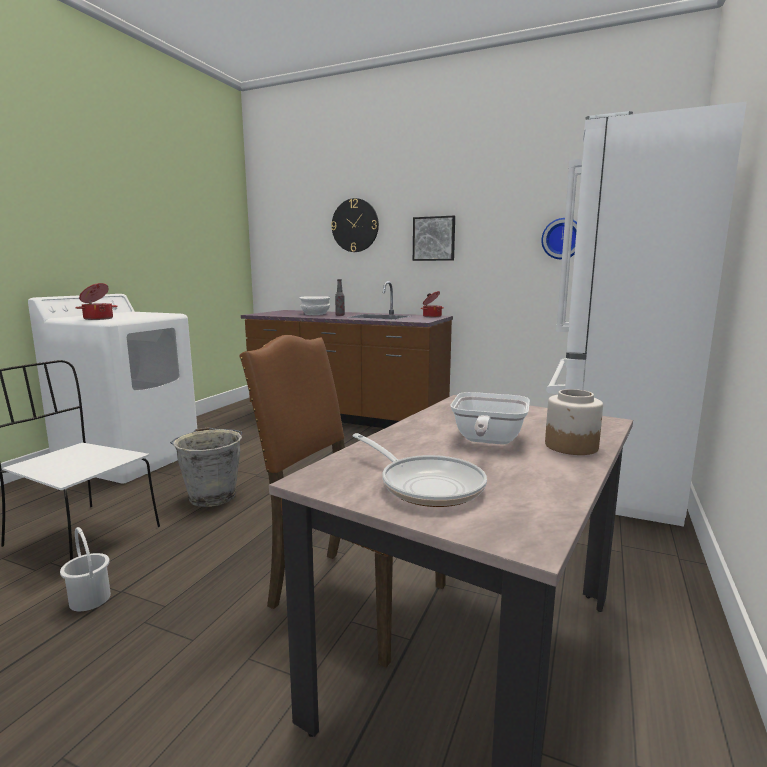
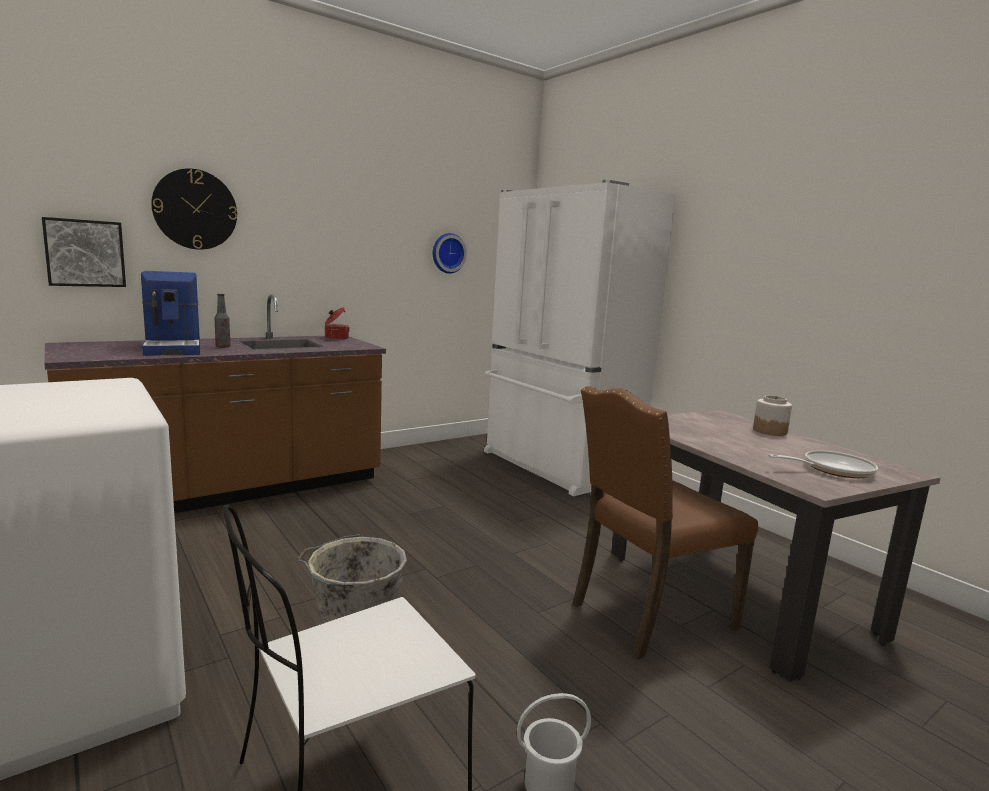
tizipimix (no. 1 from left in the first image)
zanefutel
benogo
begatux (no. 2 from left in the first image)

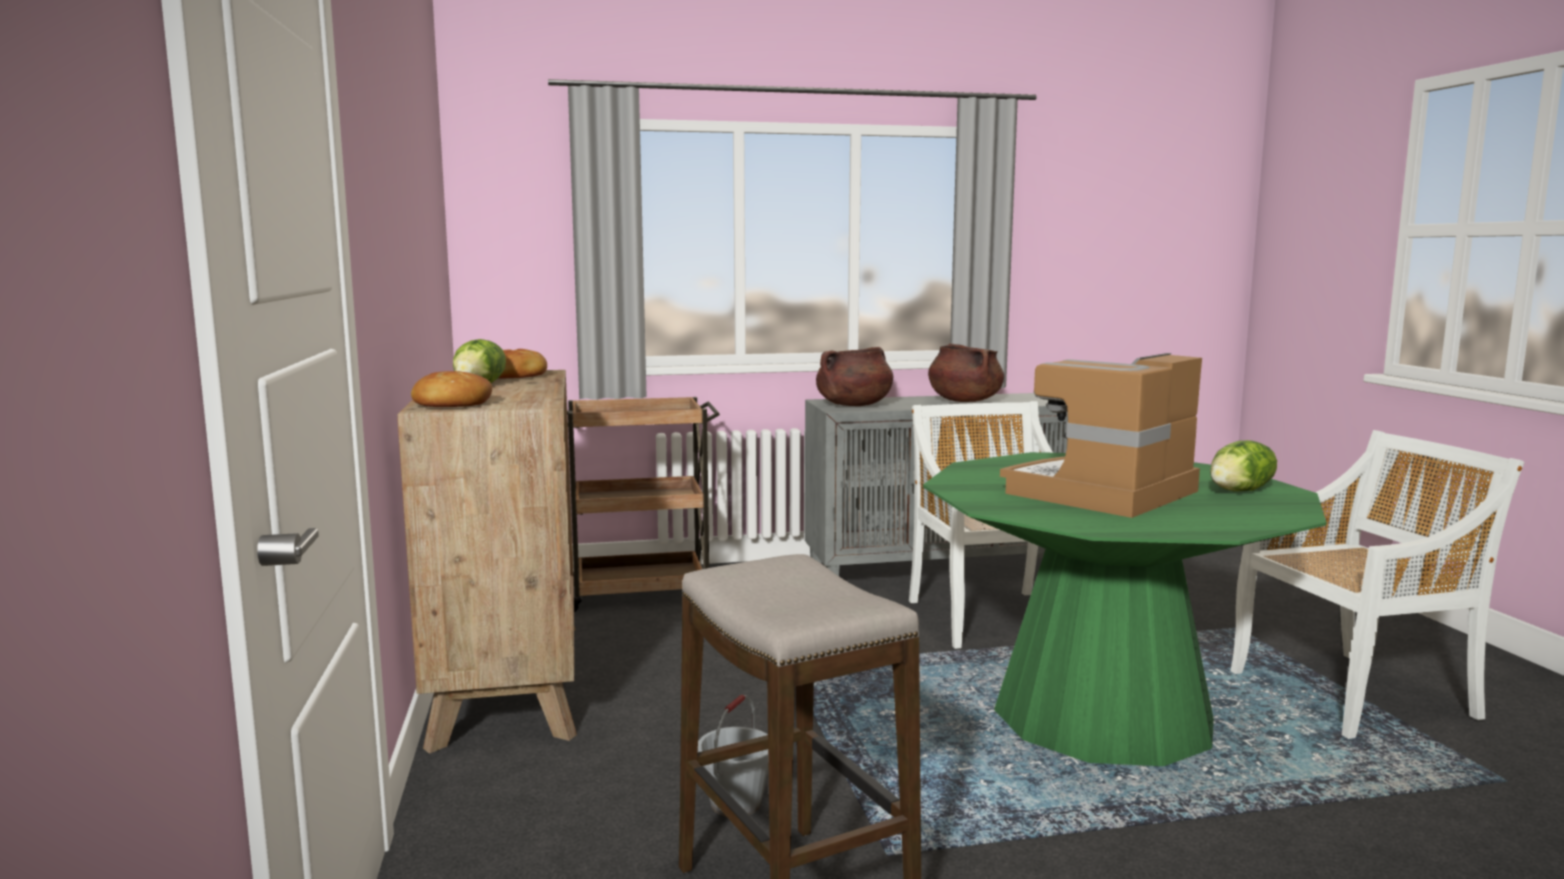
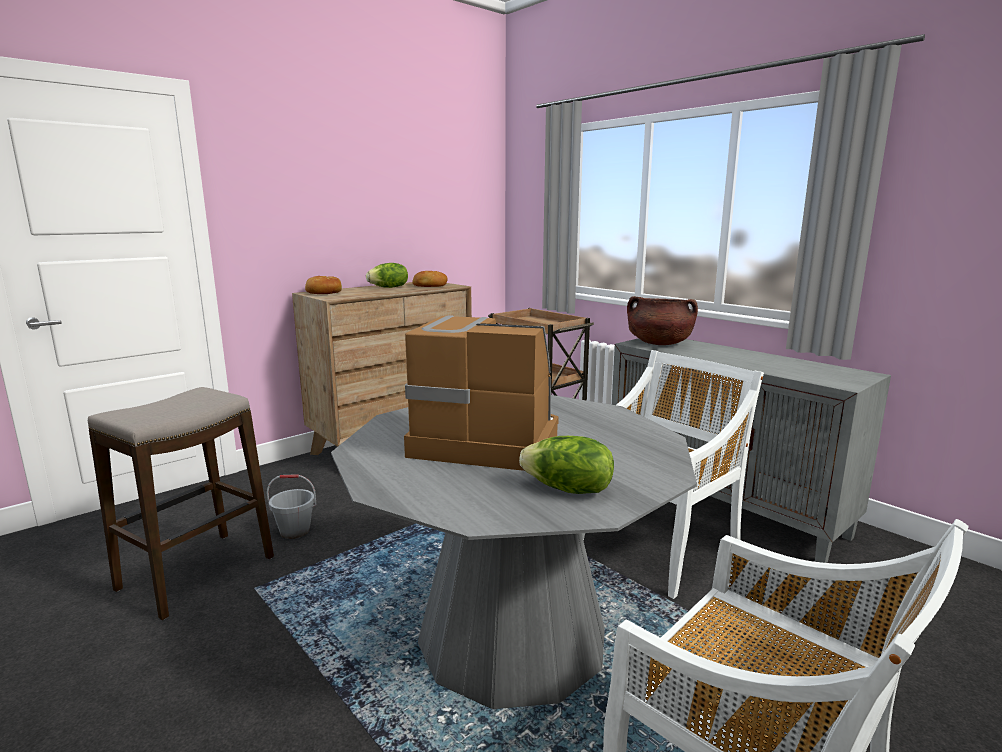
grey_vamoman
brown_tizipimix (no. 2 from left in the first image)

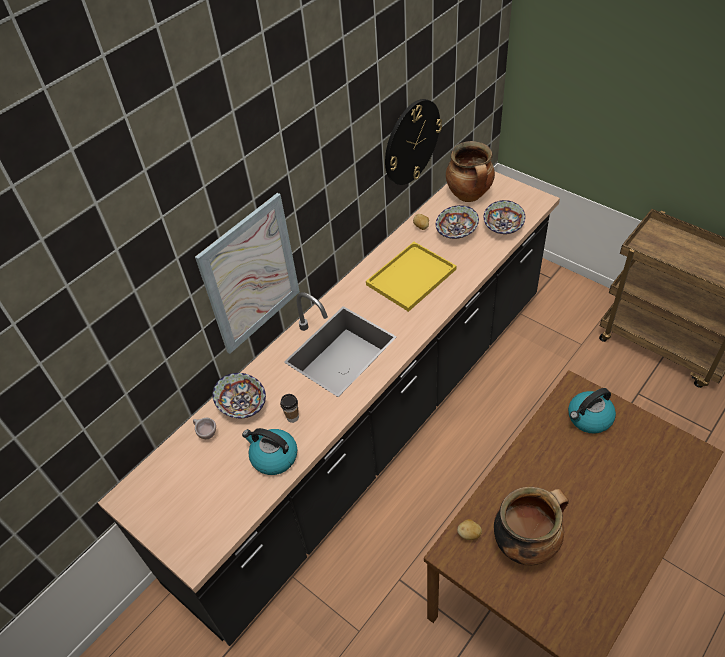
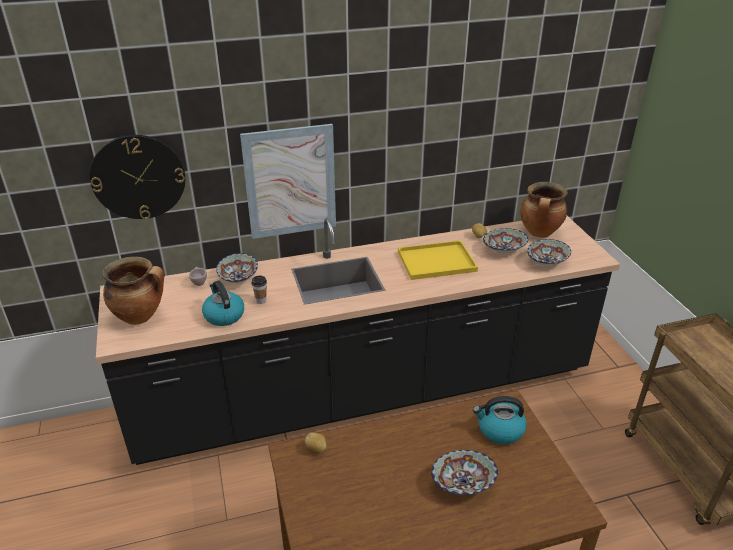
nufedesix
tizipimix (no. 1 from left)
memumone (no. 2 from left)

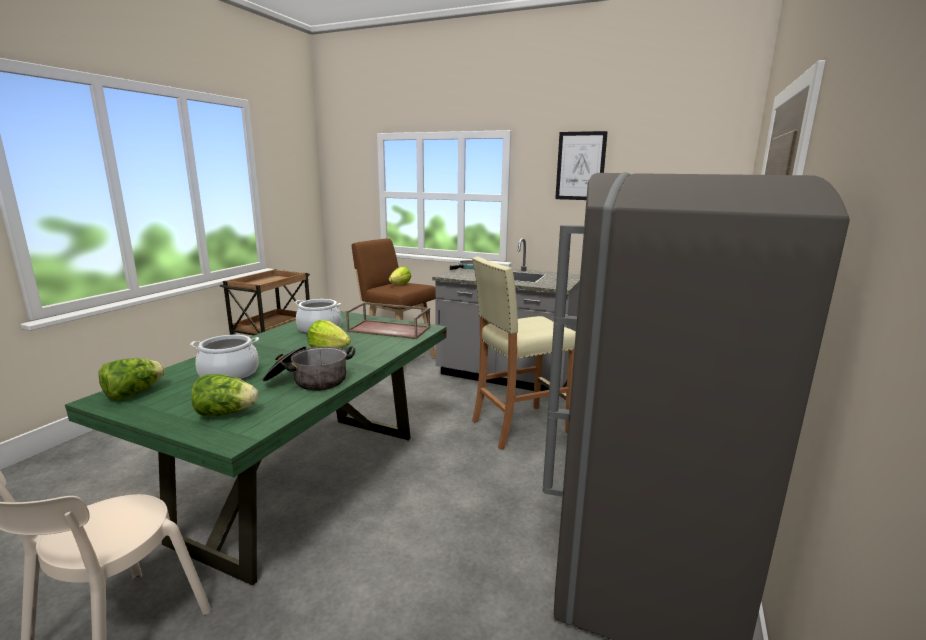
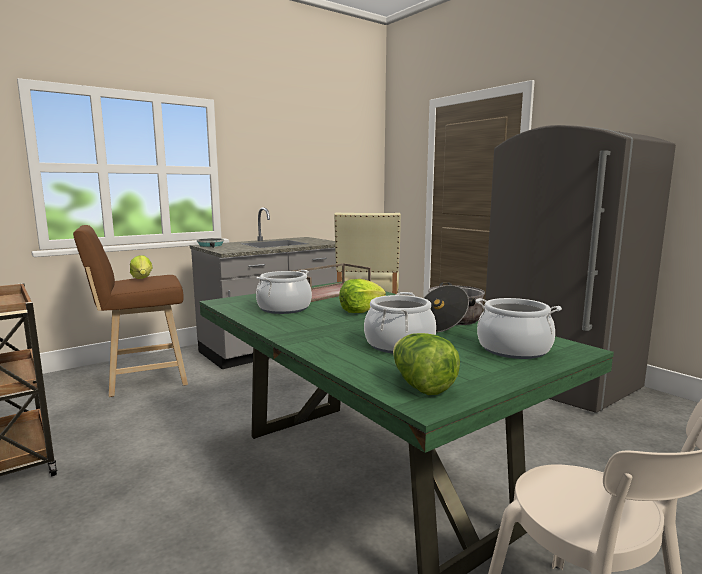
tizipimix (no. 4 from left)
benogo

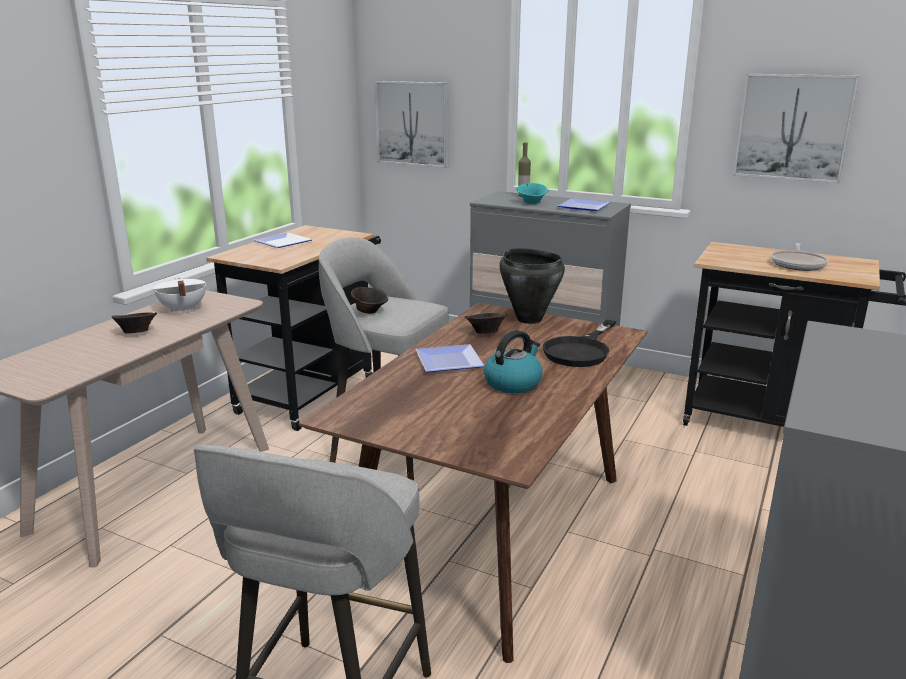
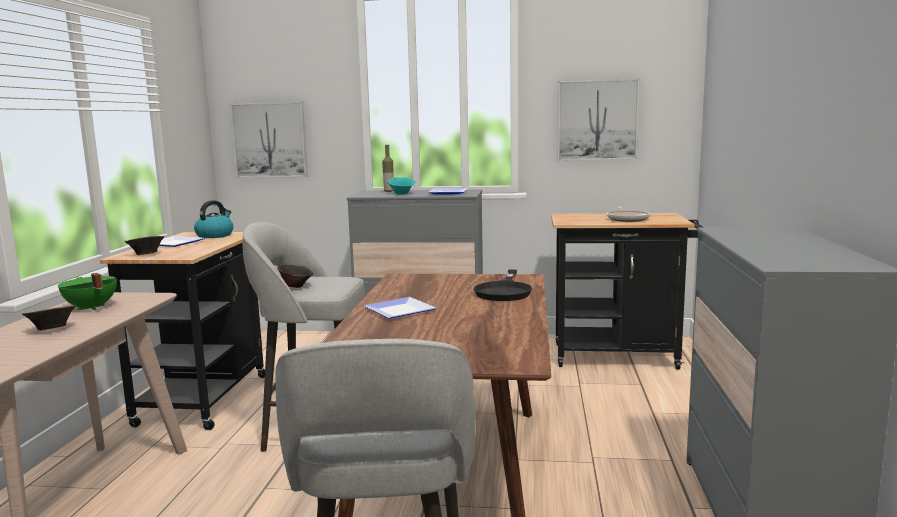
green_tizipimix
brown_memumone (no. 2 from left)
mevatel
black_tizipimix

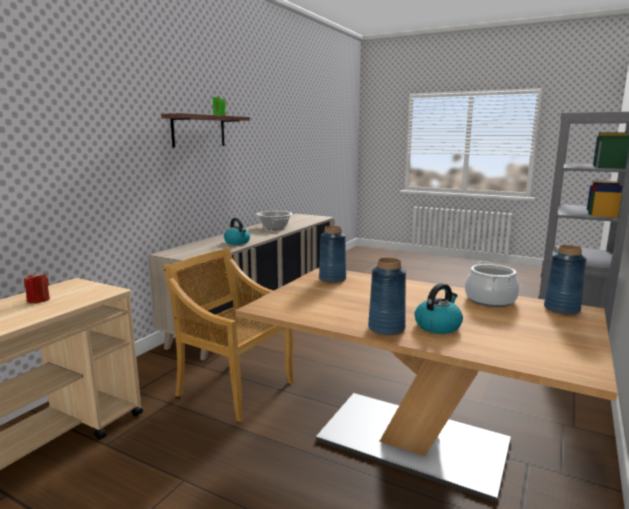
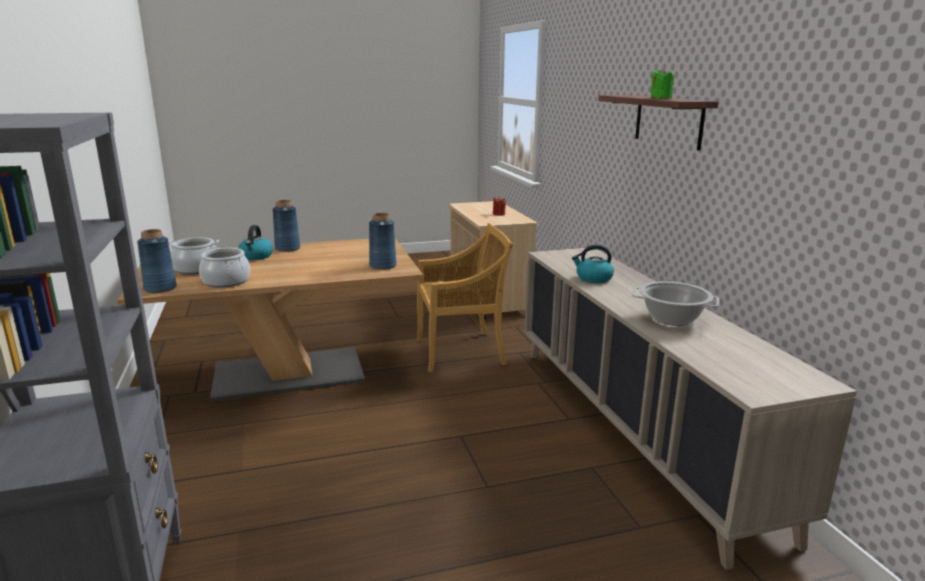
tizipimix (no. 1 from left)

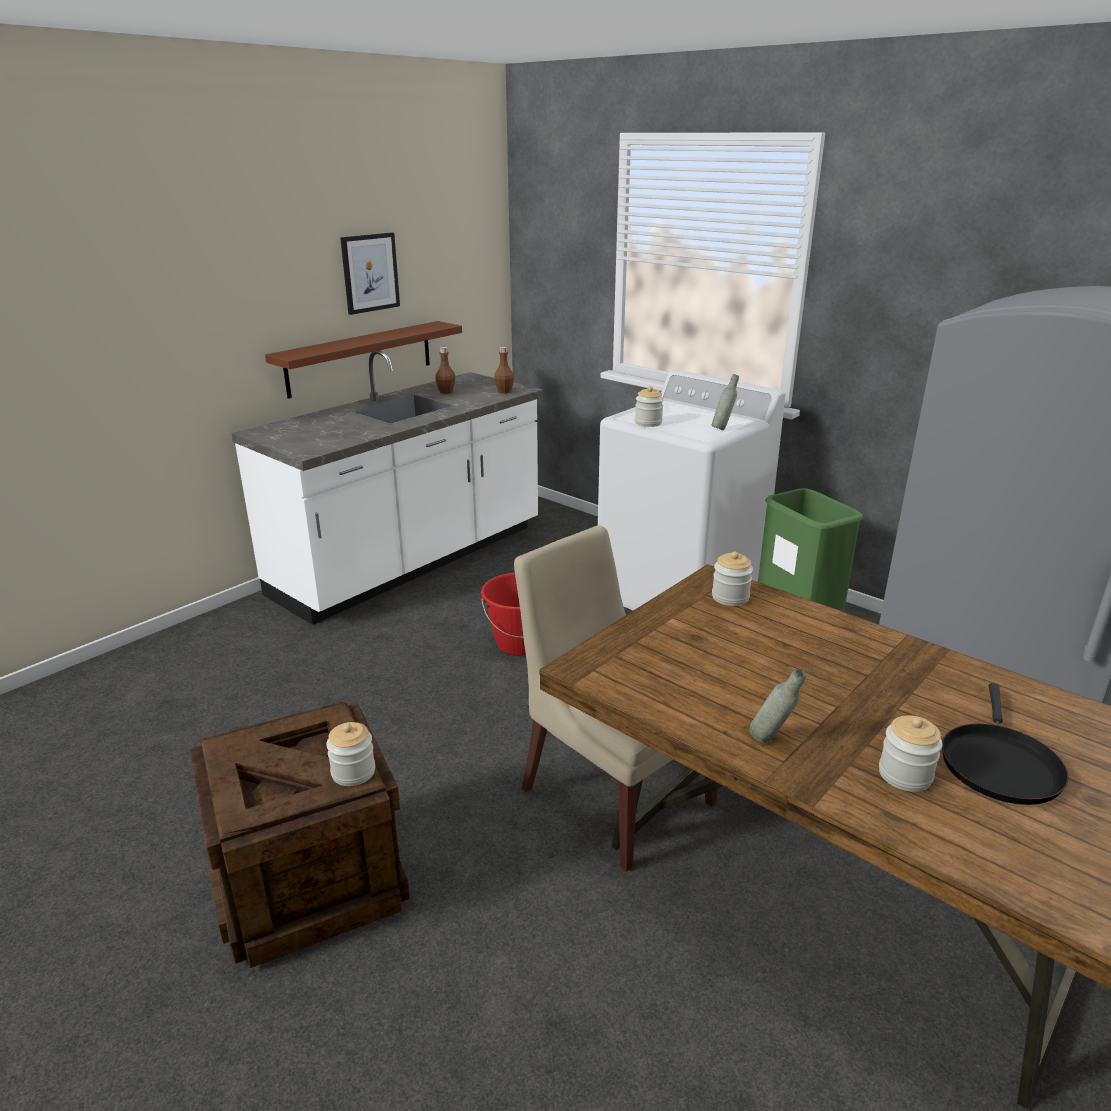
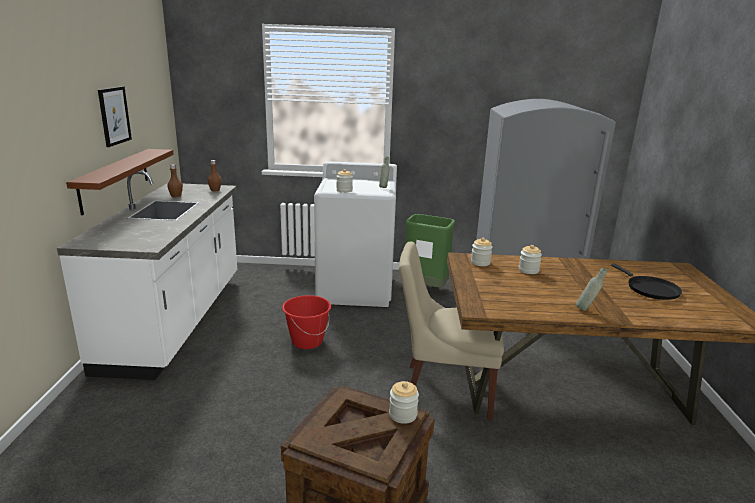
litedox (no. 4 from left)

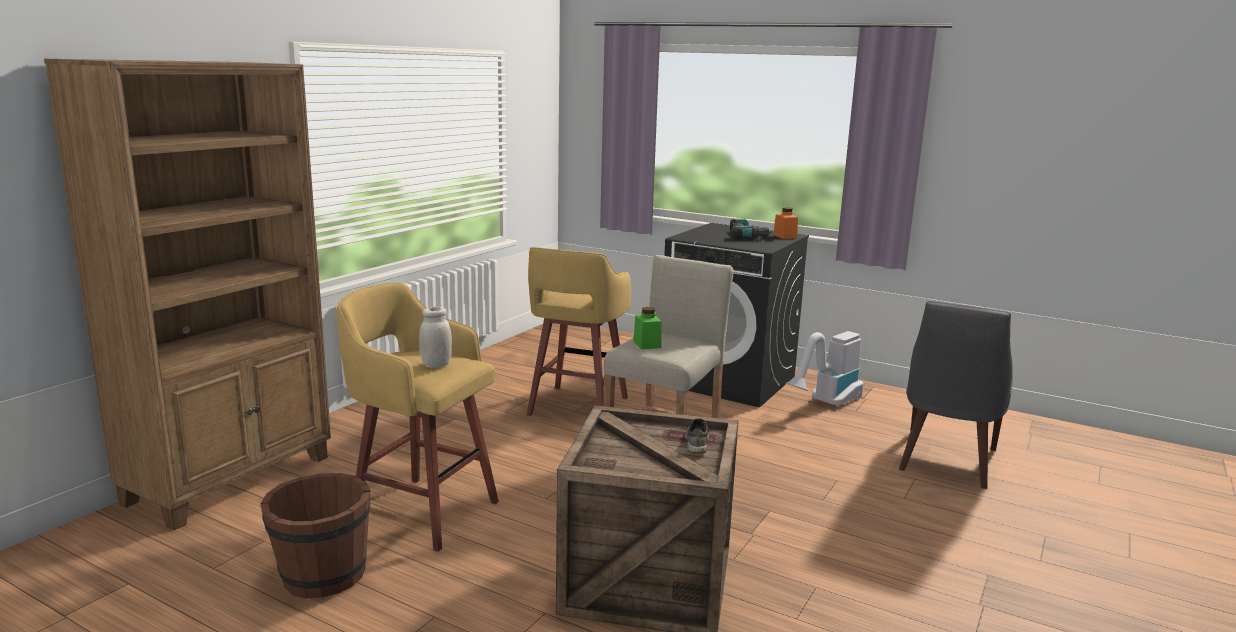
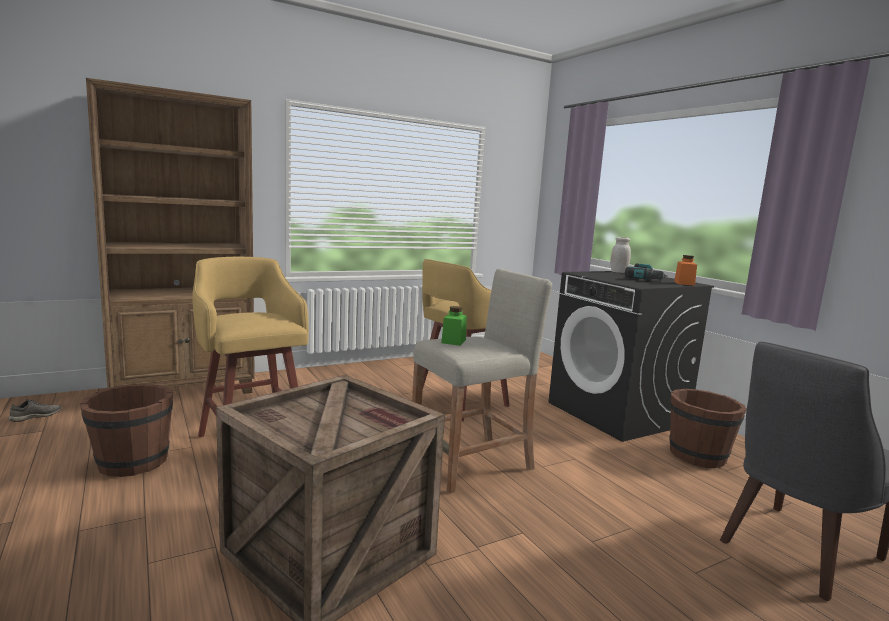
white_litedox
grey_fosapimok
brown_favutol (no. 2 from left)

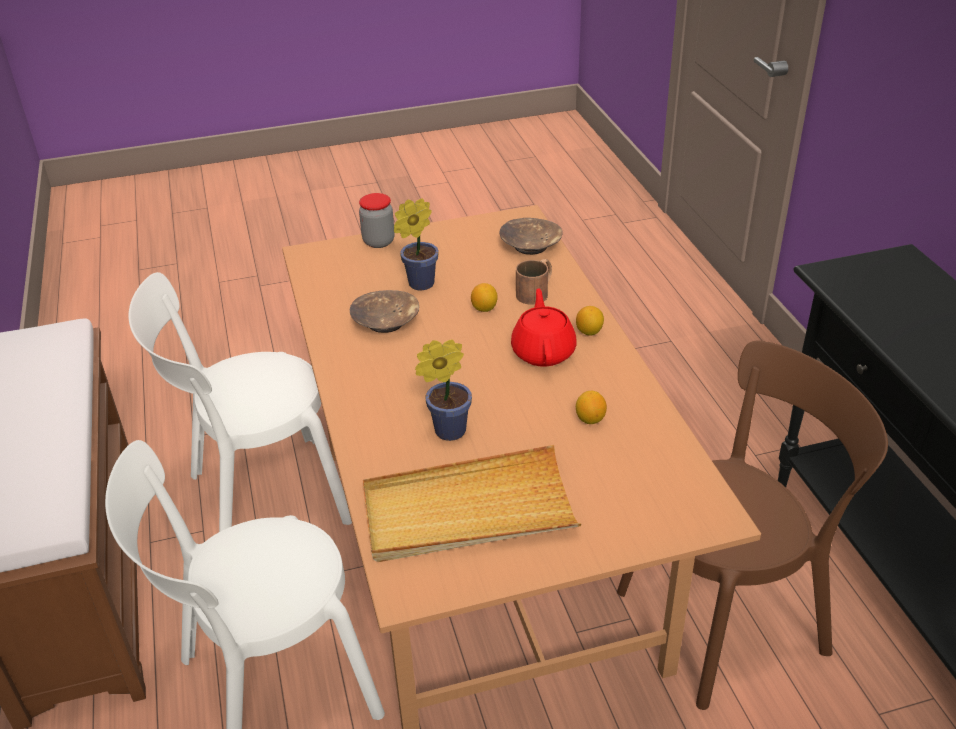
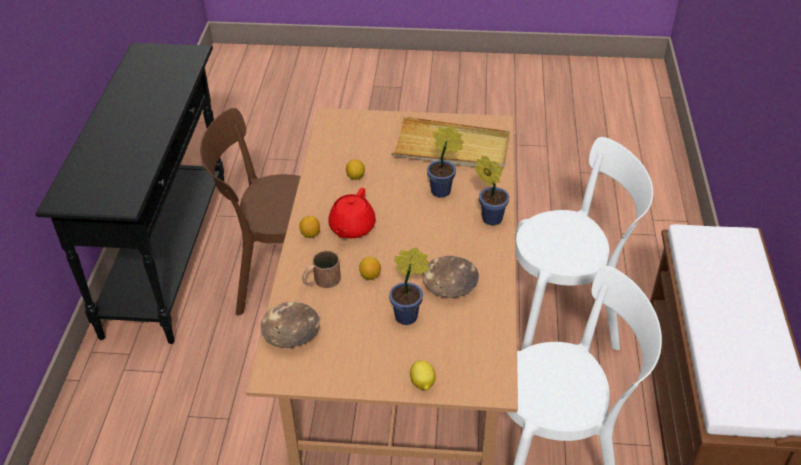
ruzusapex (no. 4 from left)
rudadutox (no. 3 from left)

